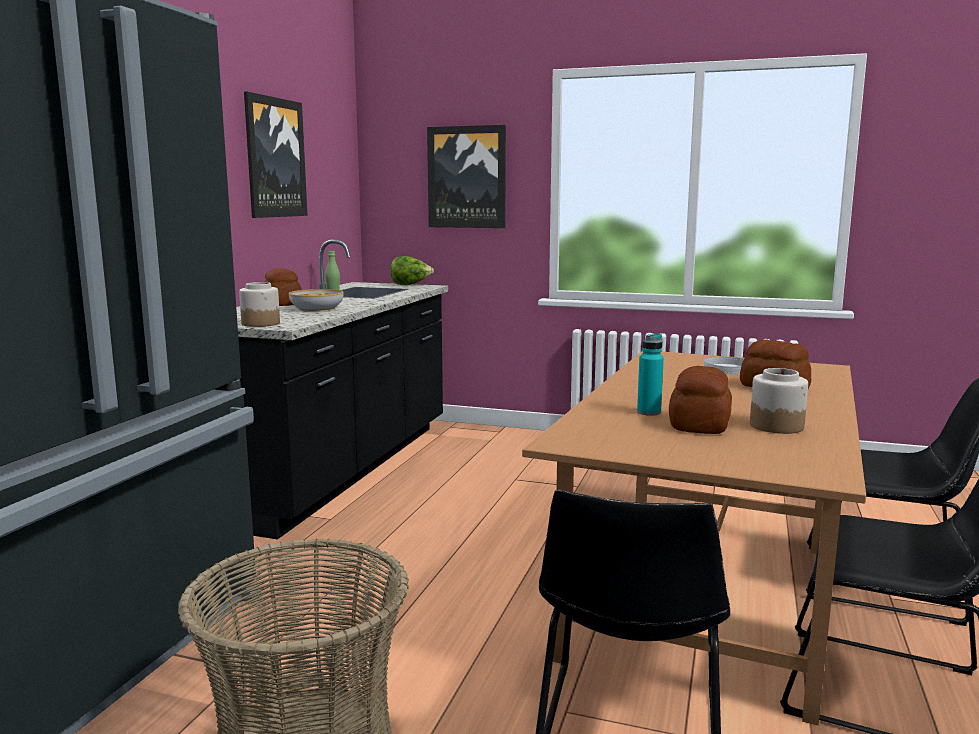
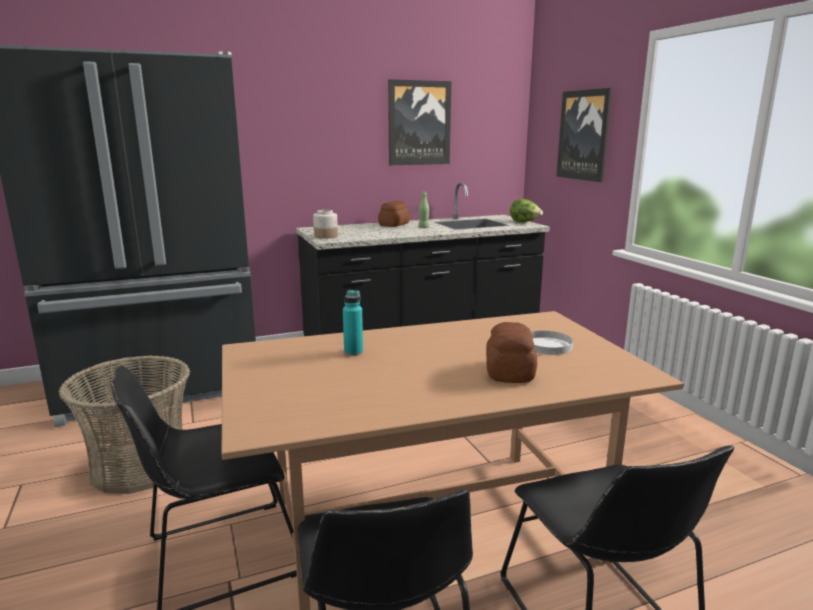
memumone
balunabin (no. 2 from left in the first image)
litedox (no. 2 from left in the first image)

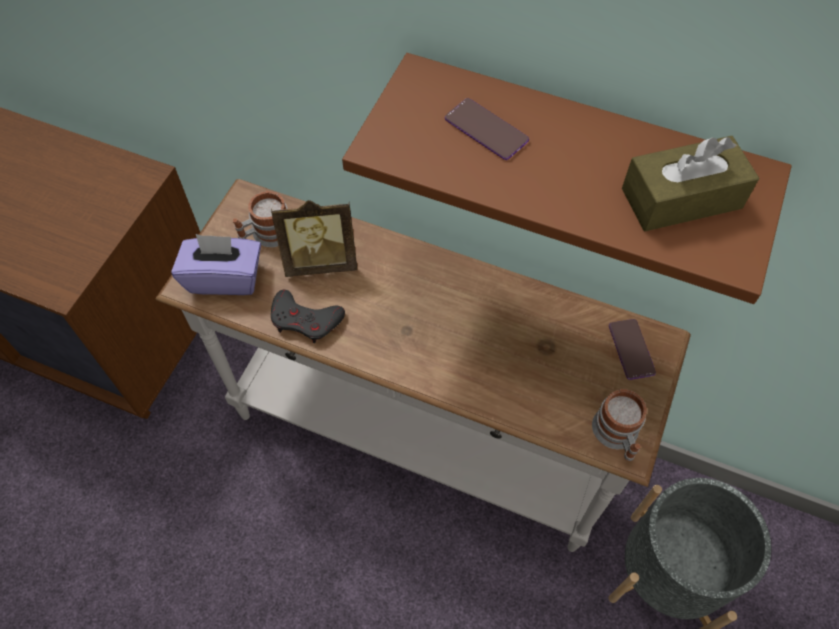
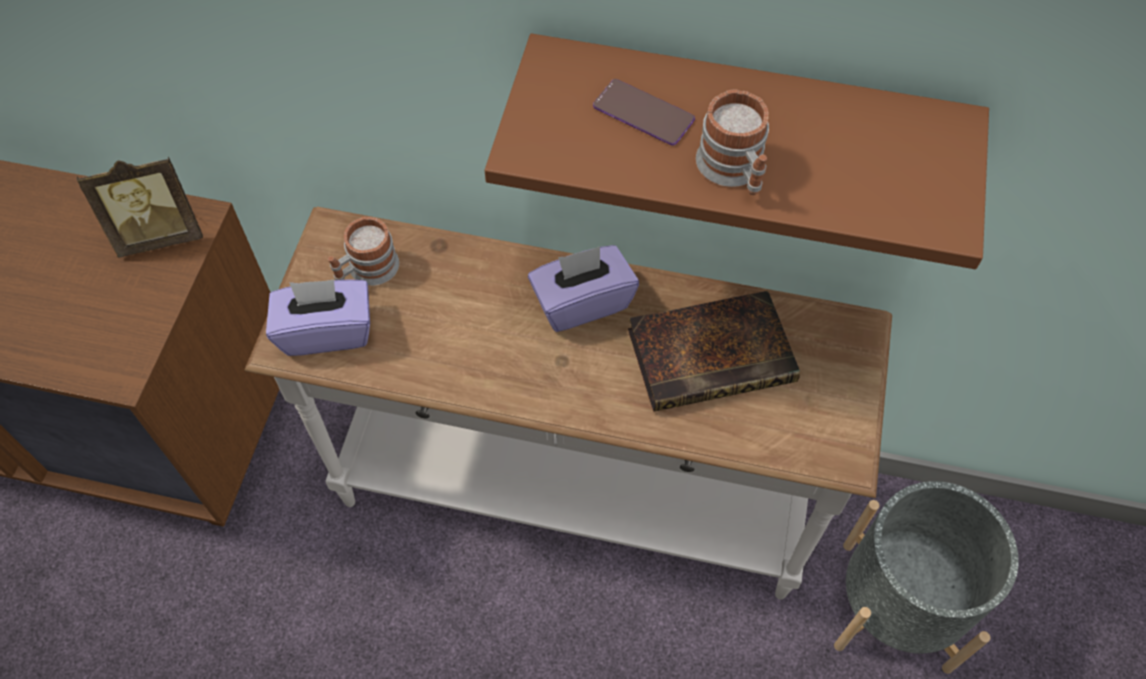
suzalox
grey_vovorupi
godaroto (no. 2 from left)
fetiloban (no. 2 from left in the first image)
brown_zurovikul
purple_zurovikul (no. 2 from left)
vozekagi

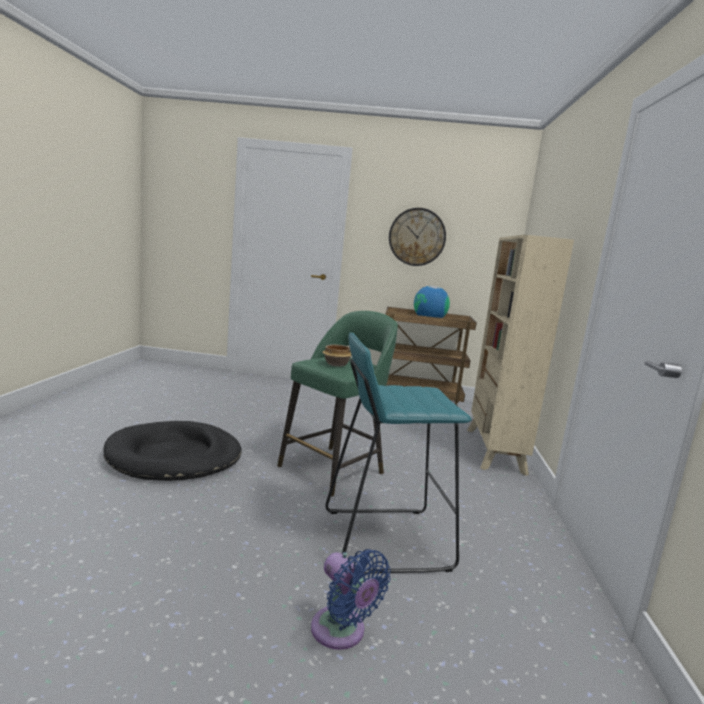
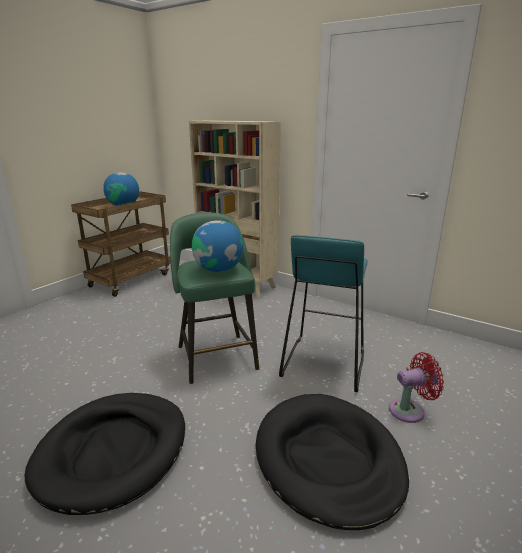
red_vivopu
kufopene (no. 2 from left)
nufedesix
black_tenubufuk (no. 2 from left)

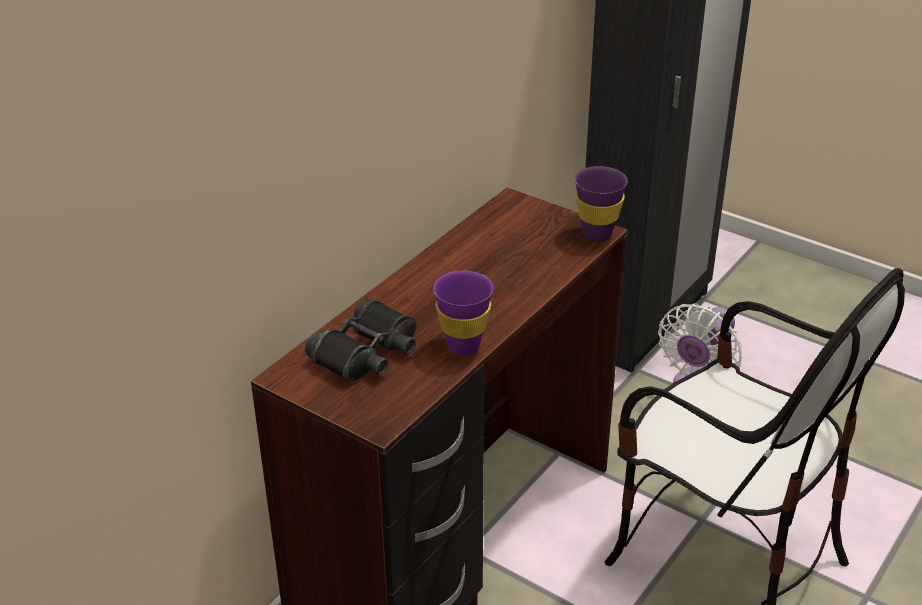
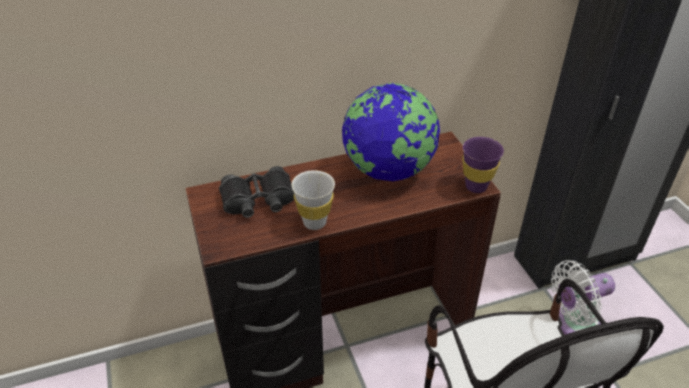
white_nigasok
kufopene

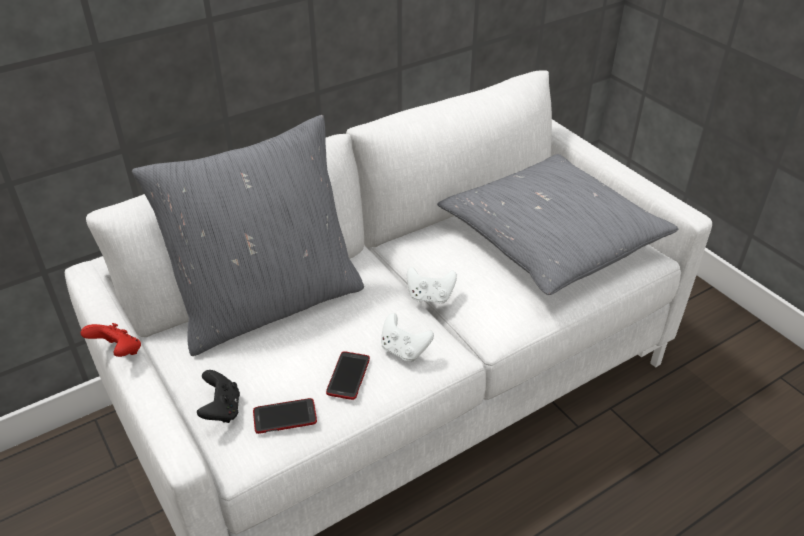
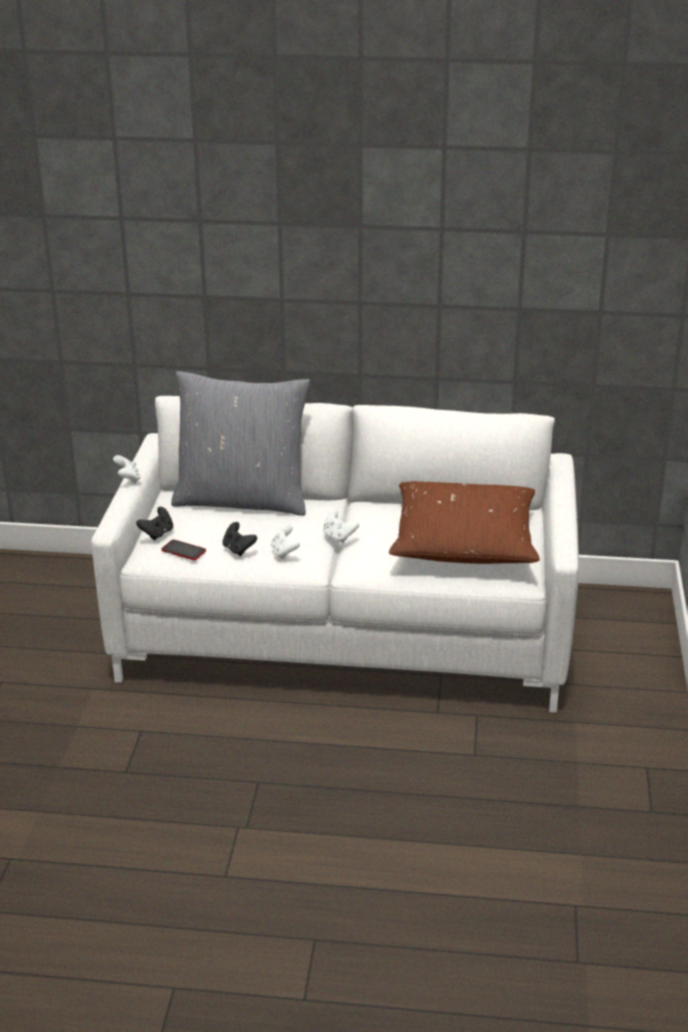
white_vovorupi (no. 1 from left)
black_vovorupi (no. 2 from left)
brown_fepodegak

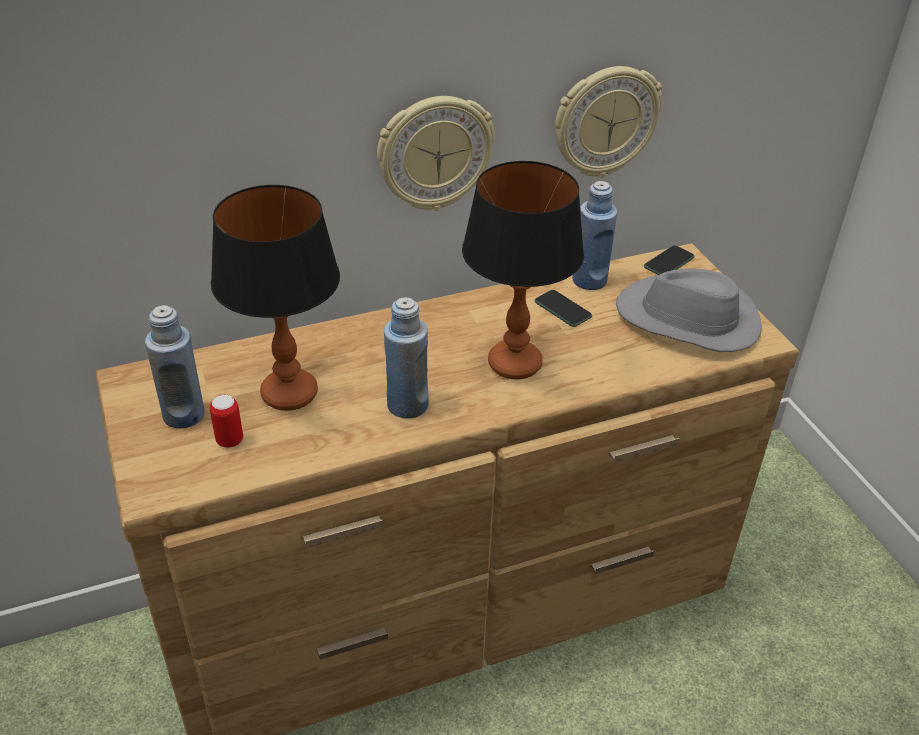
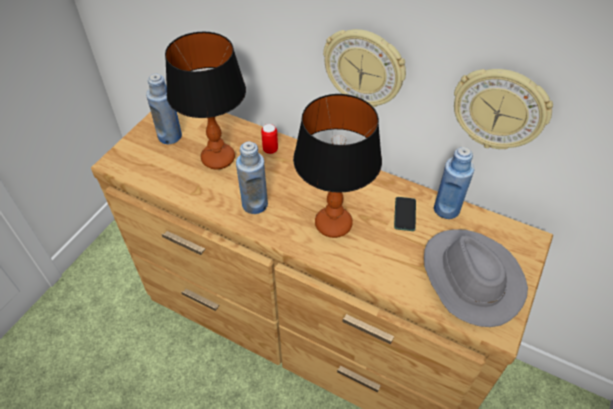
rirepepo
fetiloban (no. 2 from left in the first image)

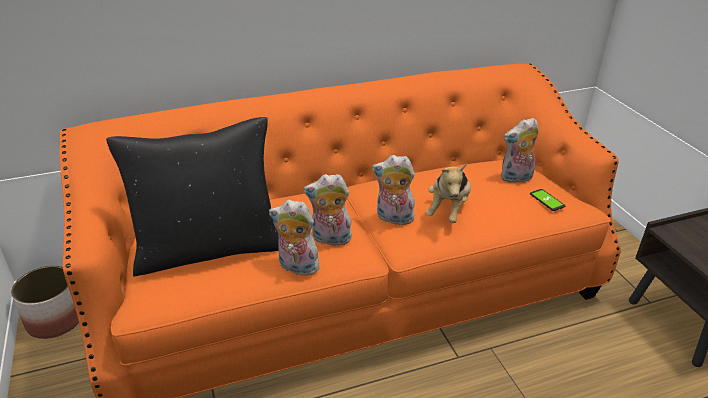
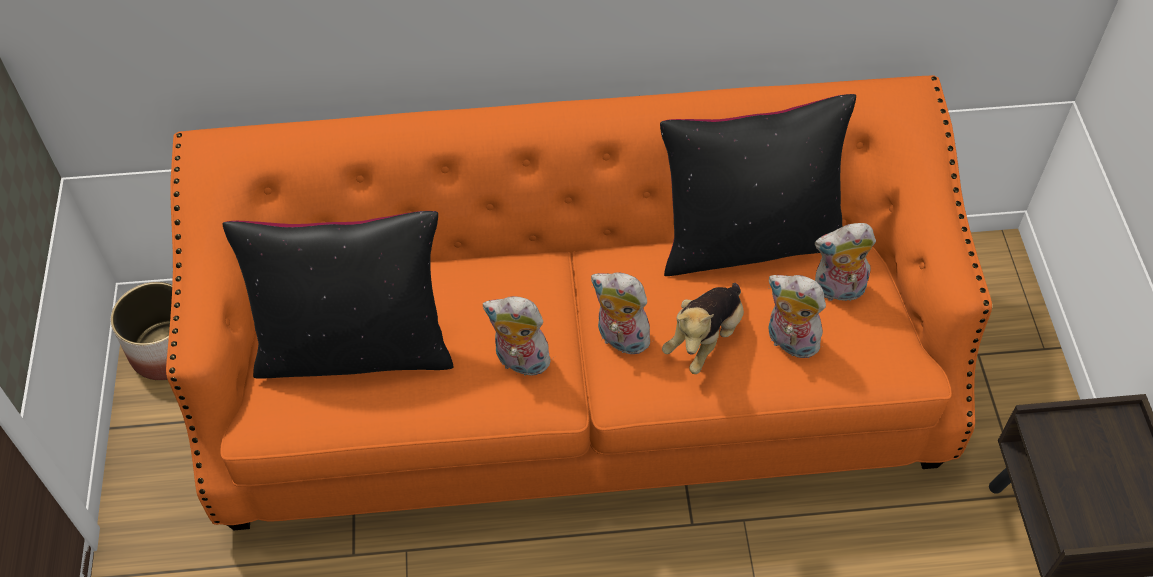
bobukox (no. 4 from left)
fetiloban
black_fepodegak (no. 2 from left)

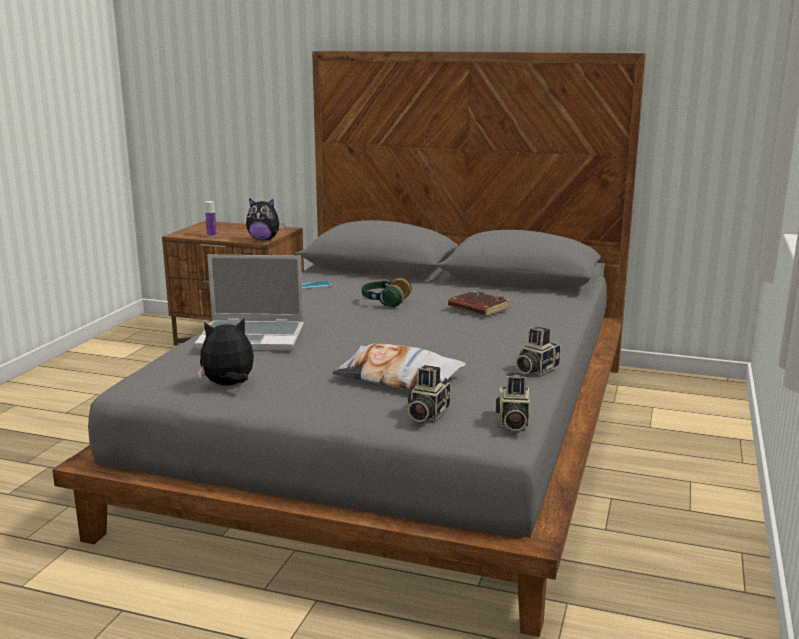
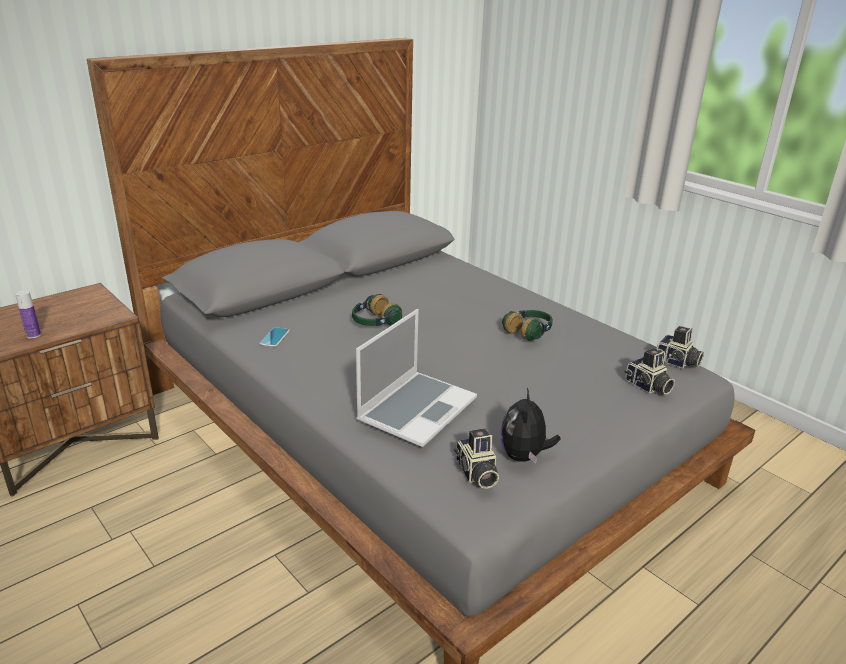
bobukox (no. 2 from left in the first image)
fepodegak
brown_vozekagi
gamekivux (no. 1 from left)
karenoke (no. 2 from left)

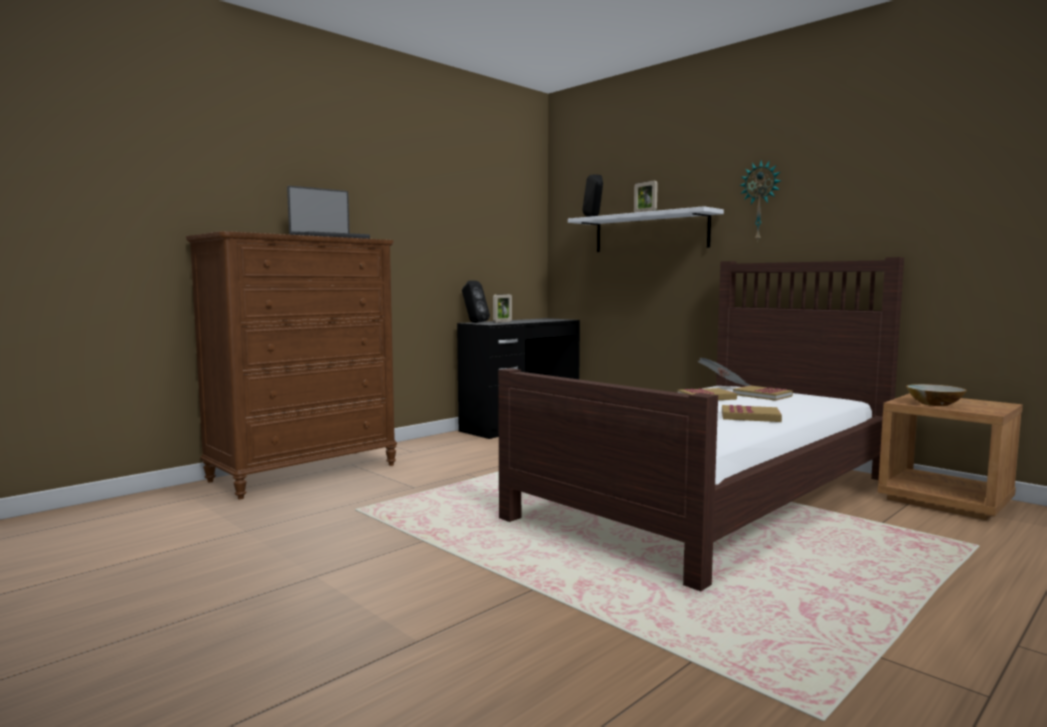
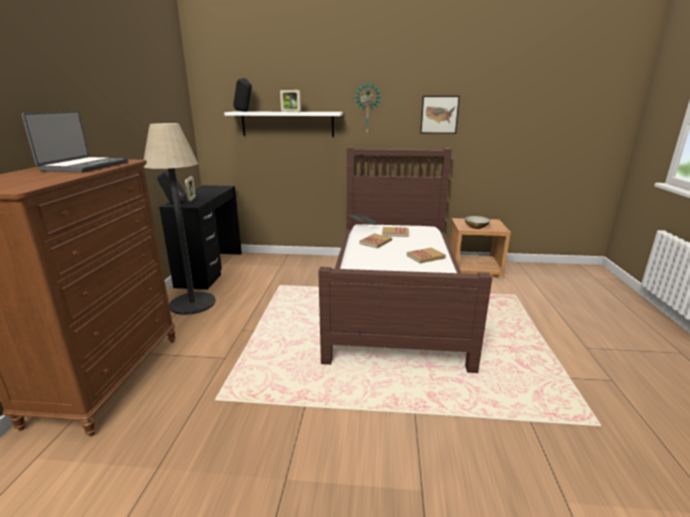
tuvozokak
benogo

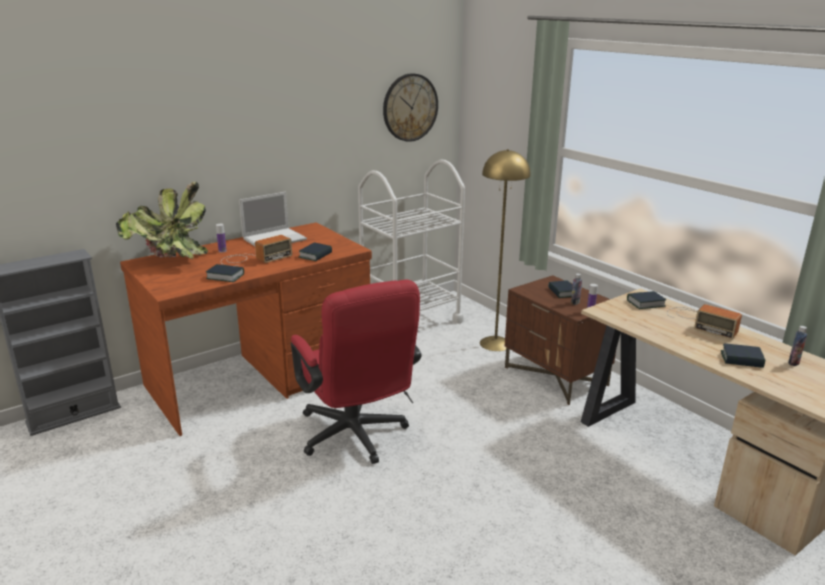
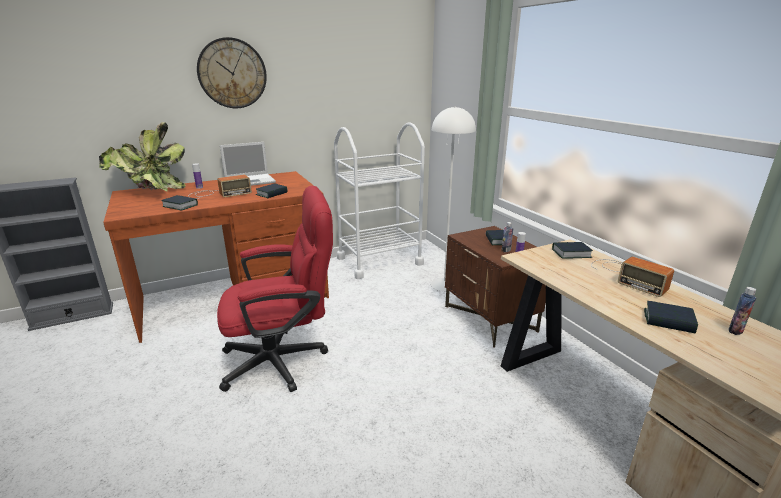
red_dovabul
nufedesix
white_tuvozokak

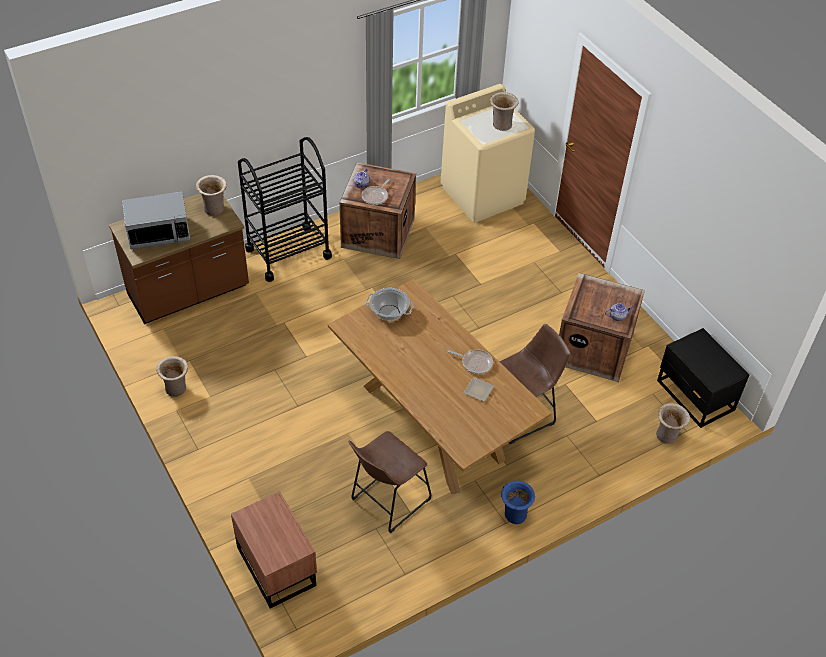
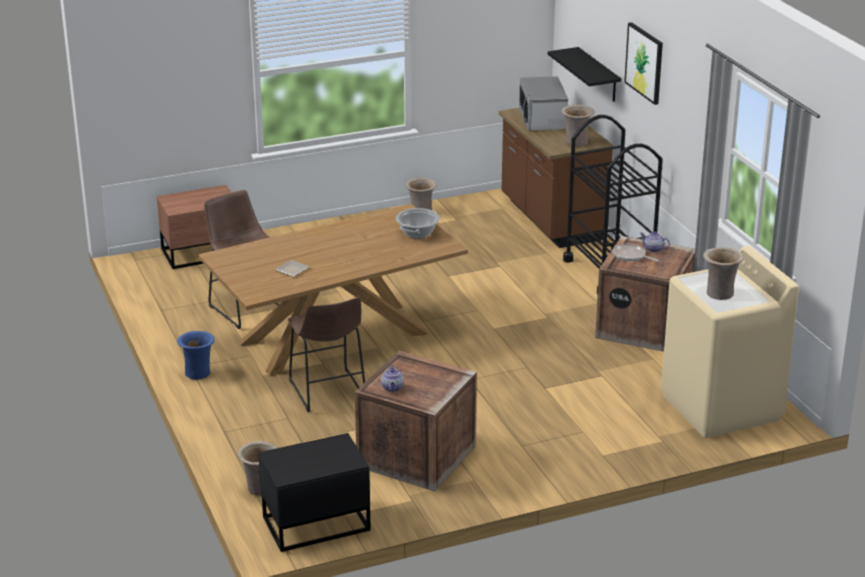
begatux (no. 2 from left in the first image)
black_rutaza
benogo

